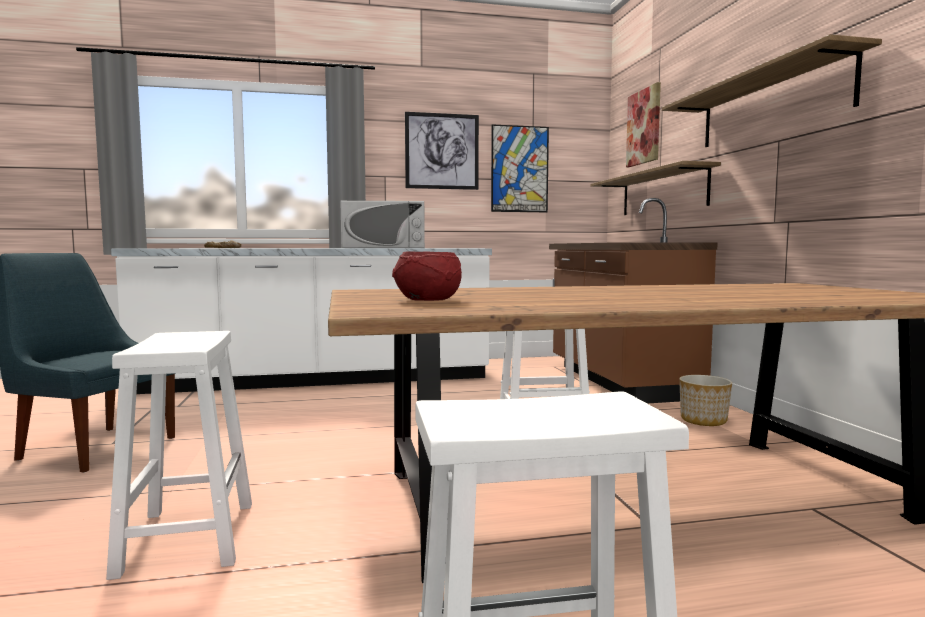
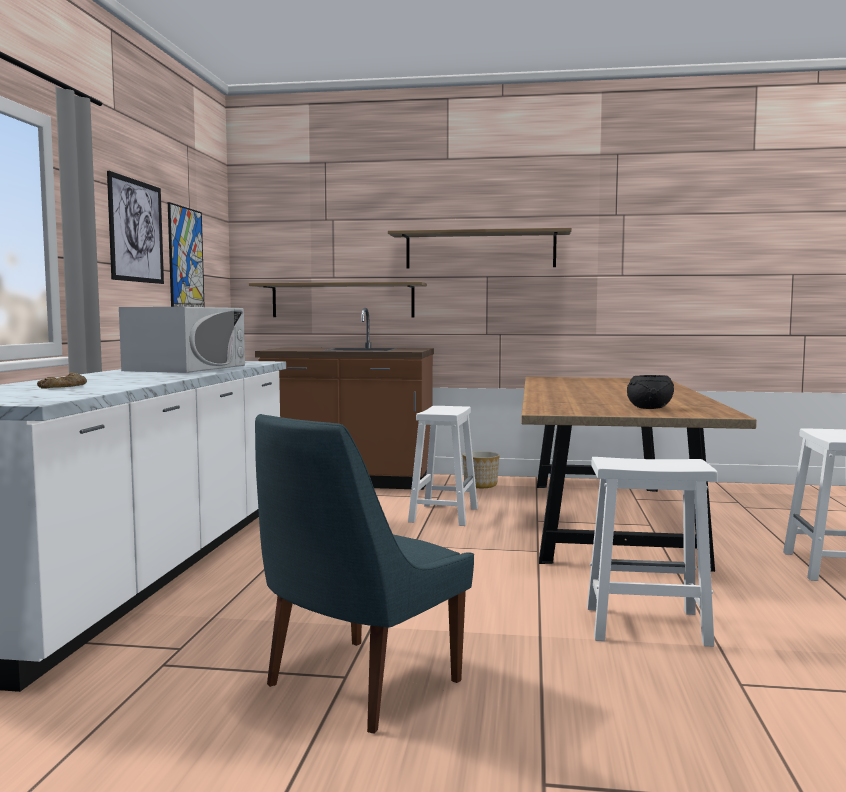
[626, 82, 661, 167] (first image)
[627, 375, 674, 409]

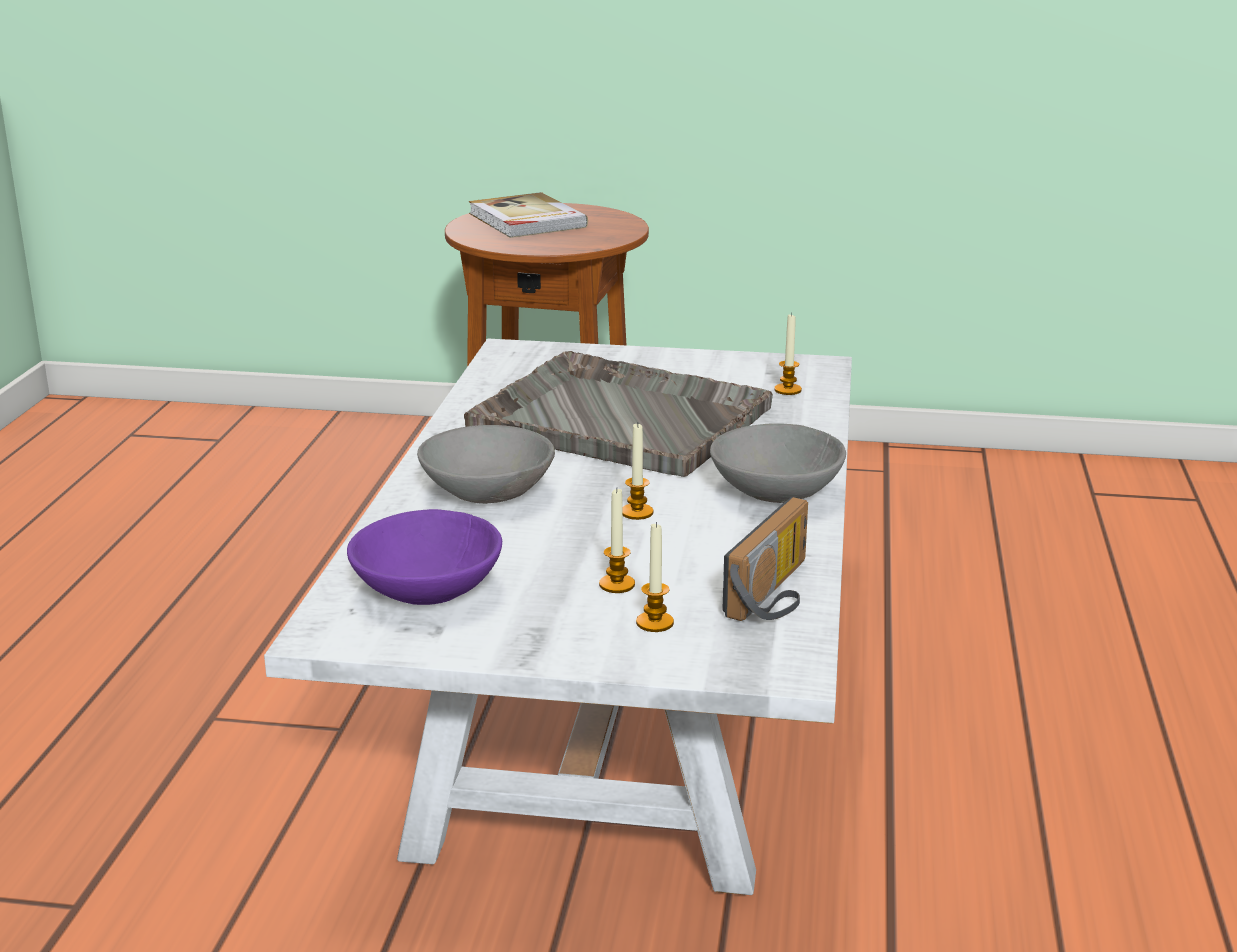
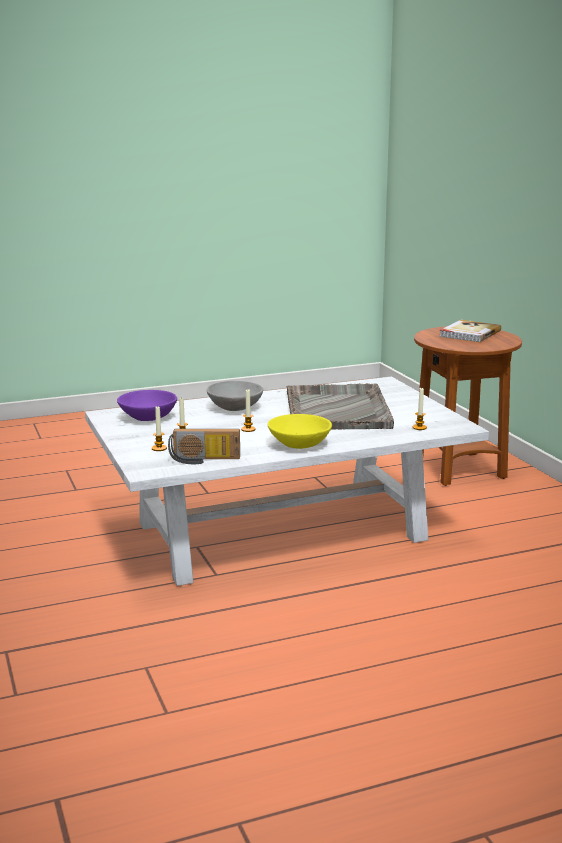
[268, 414, 332, 449]

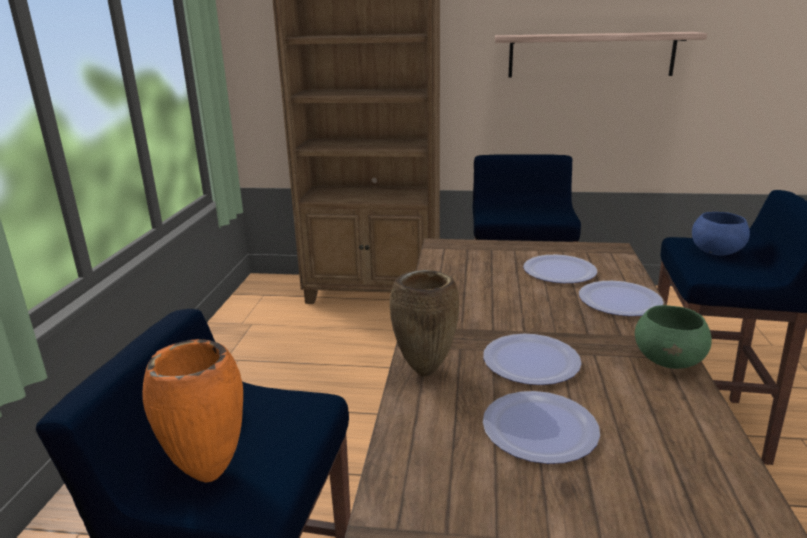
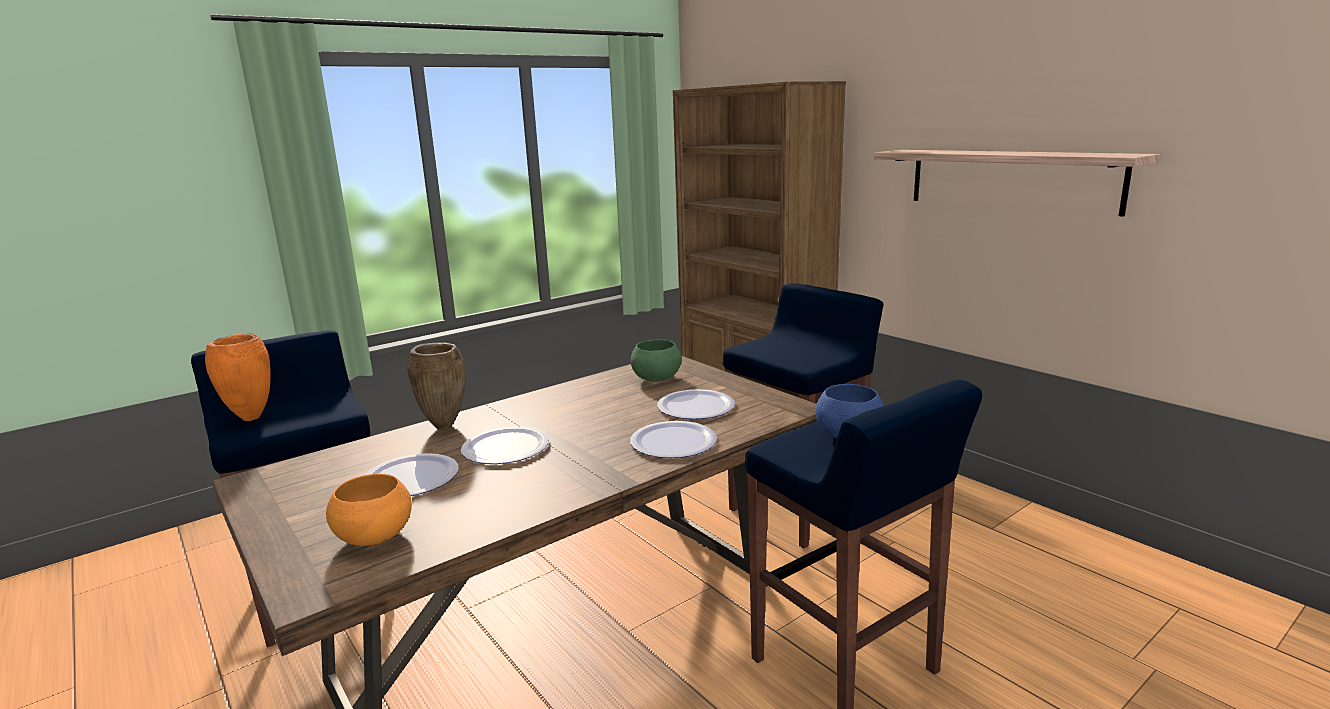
[326, 474, 412, 546]
[631, 339, 682, 382]

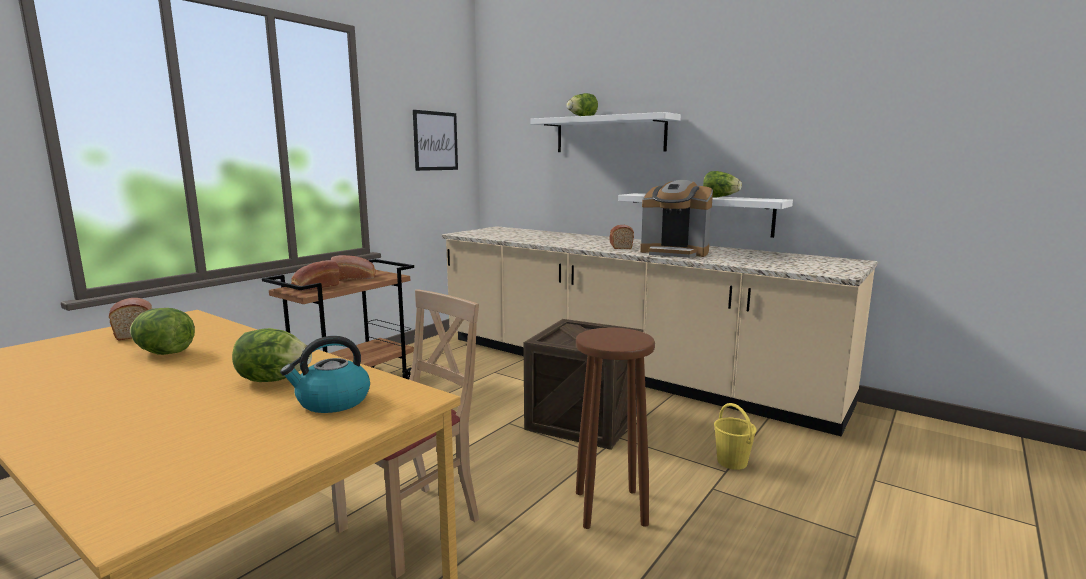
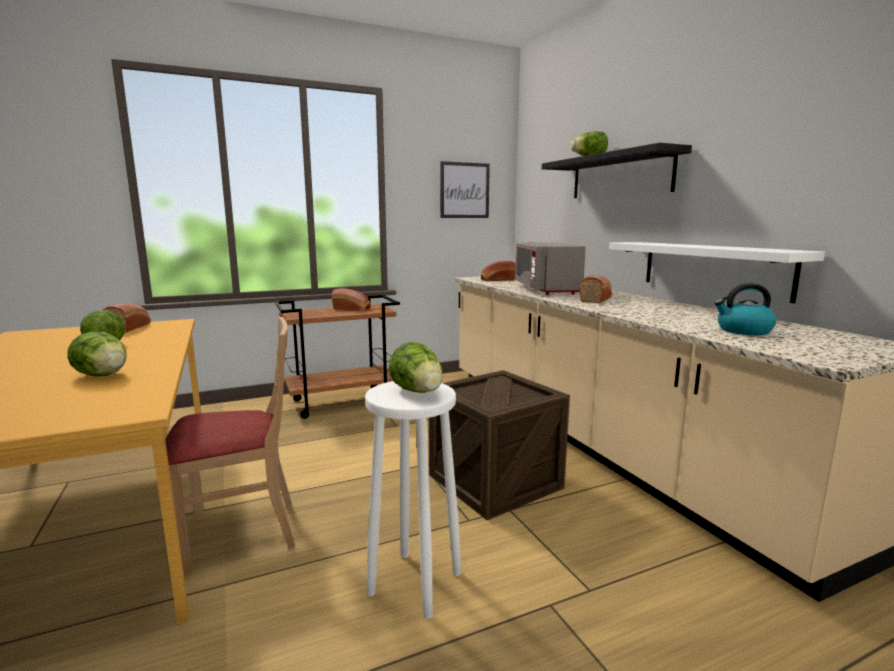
[640, 180, 713, 258] (first image)
[714, 403, 757, 470] (first image)
[515, 242, 586, 295]
[714, 283, 776, 335]
[481, 261, 515, 281]
[389, 342, 442, 393]
[542, 143, 692, 198]
[365, 381, 461, 619]

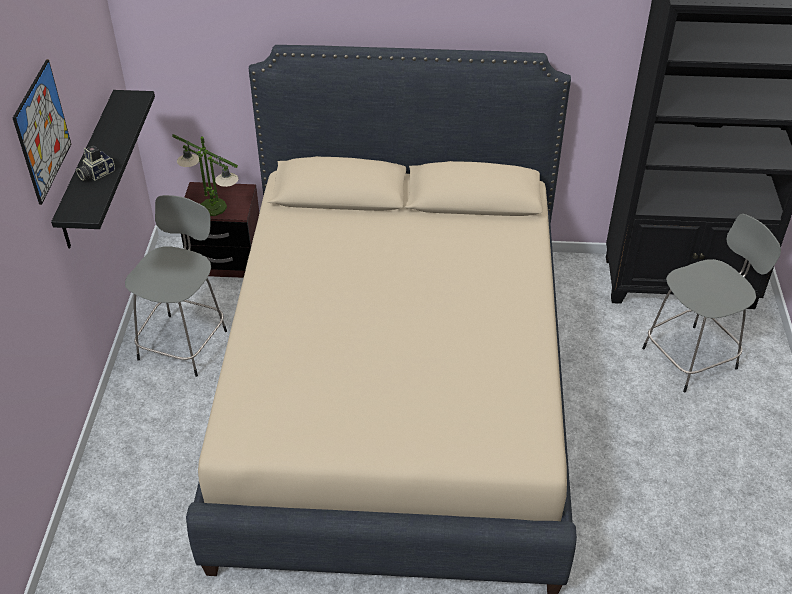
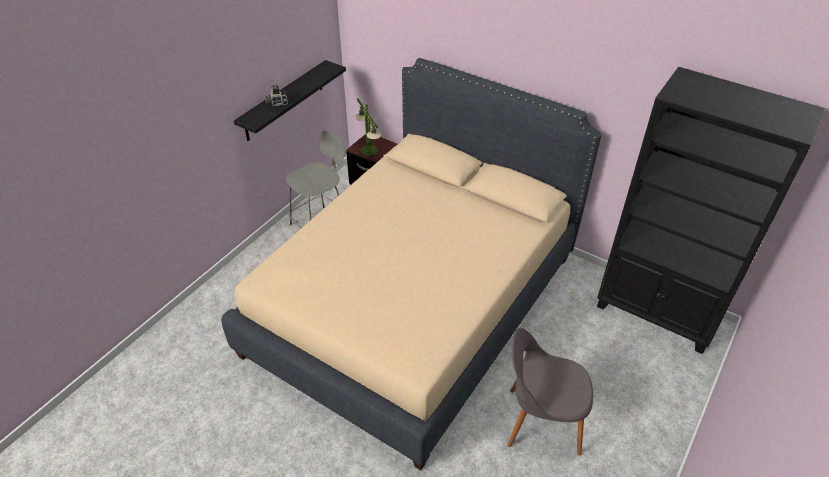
[13, 59, 71, 205] (first image)
[642, 214, 781, 393] (first image)
[507, 328, 593, 455]

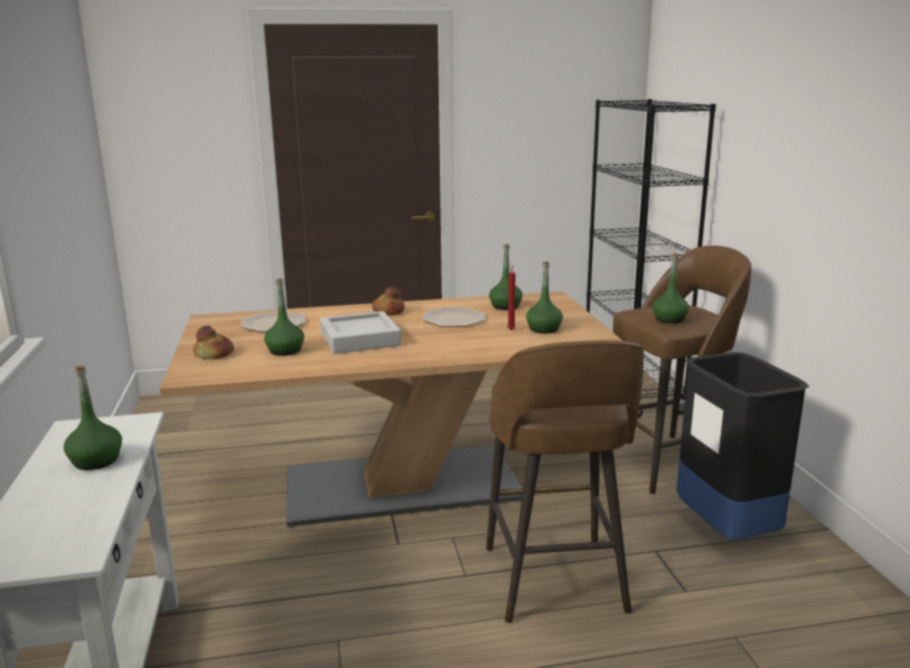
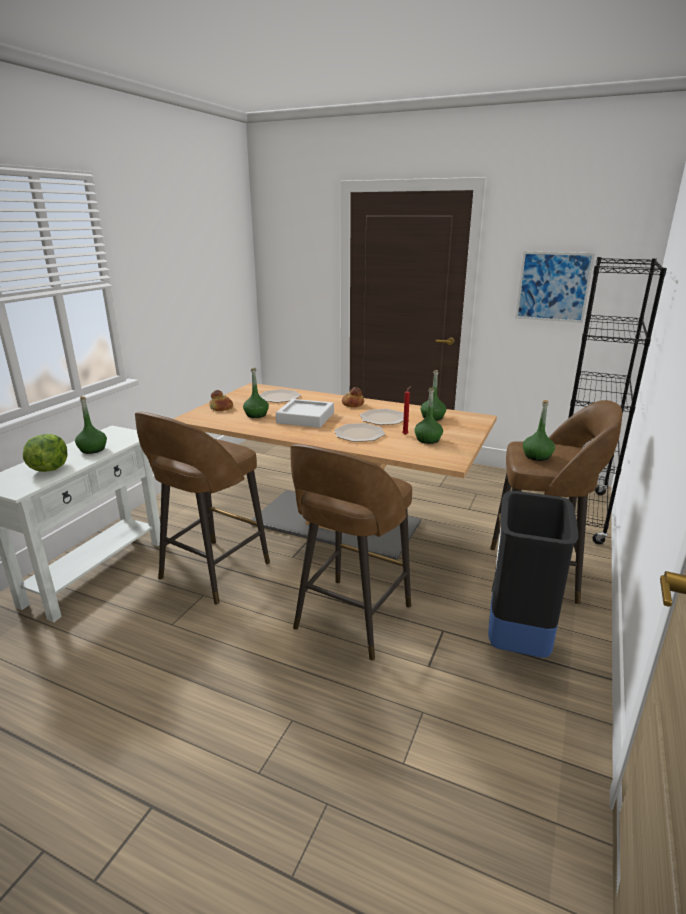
[23, 434, 67, 472]
[135, 412, 270, 605]
[334, 423, 385, 442]
[515, 251, 595, 323]

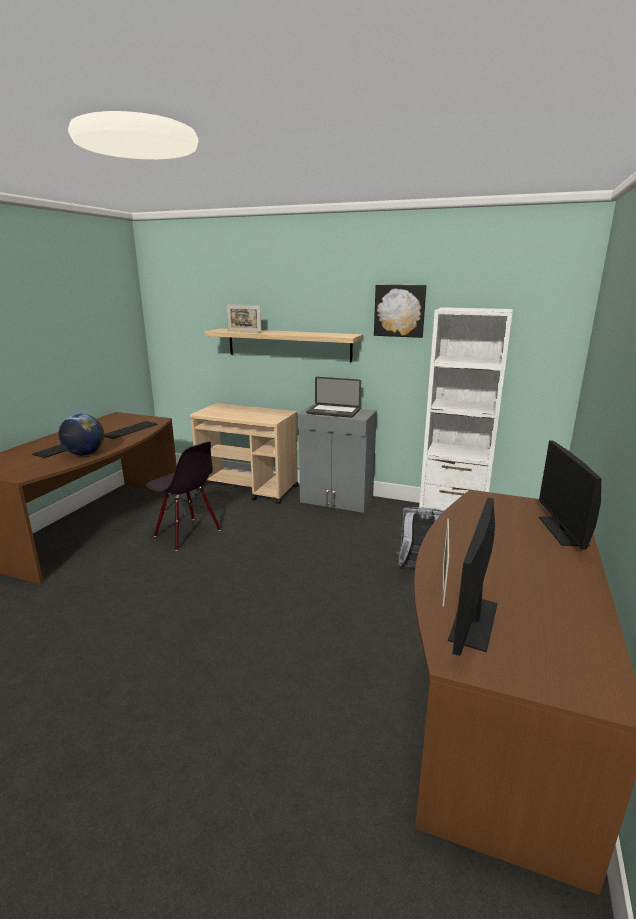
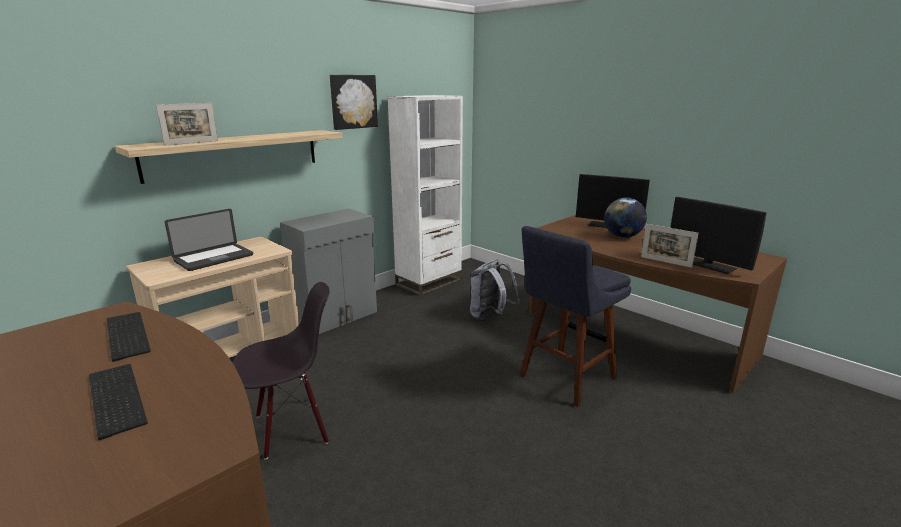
[520, 226, 631, 407]
[604, 197, 647, 238]
[165, 209, 253, 271]

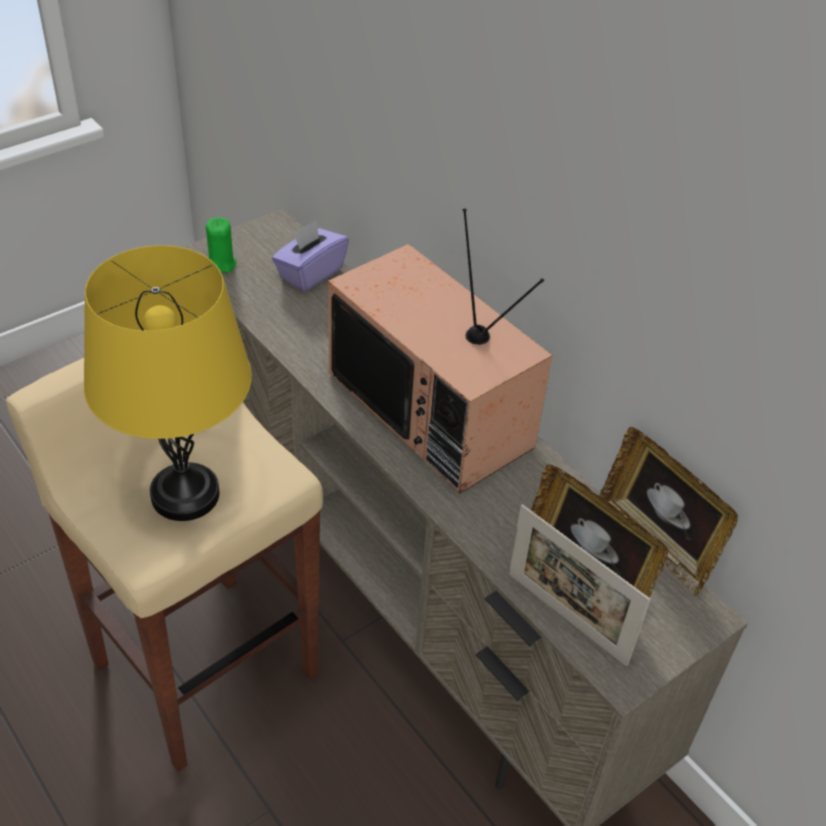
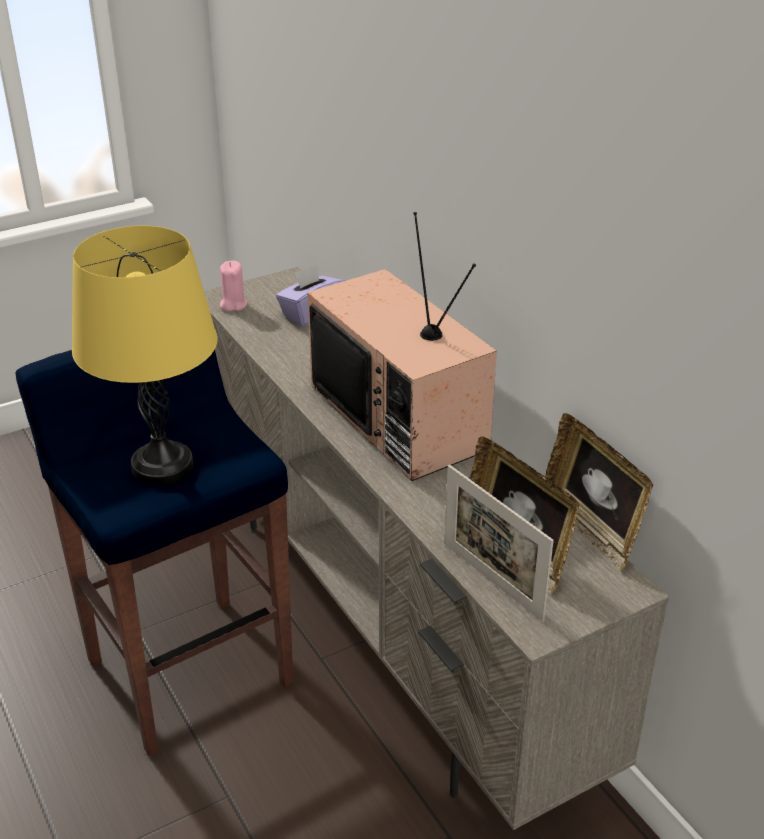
[15, 350, 293, 756]
[220, 261, 247, 311]

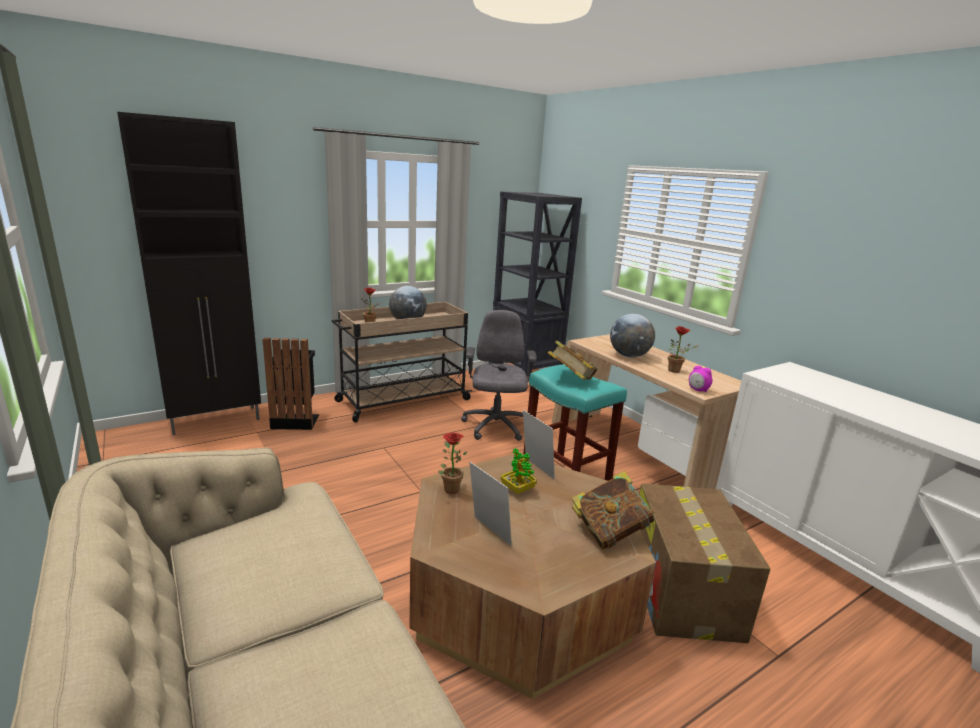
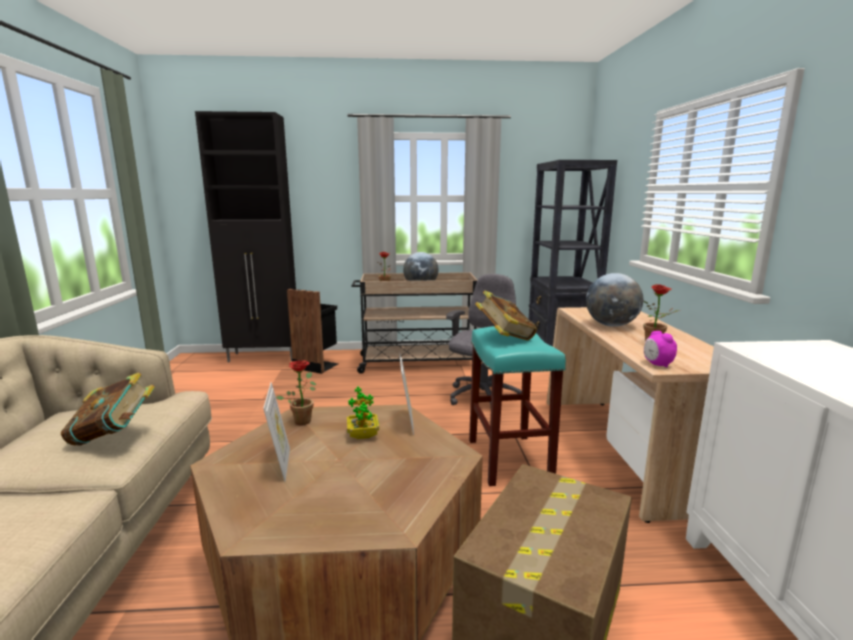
[61, 372, 155, 446]

